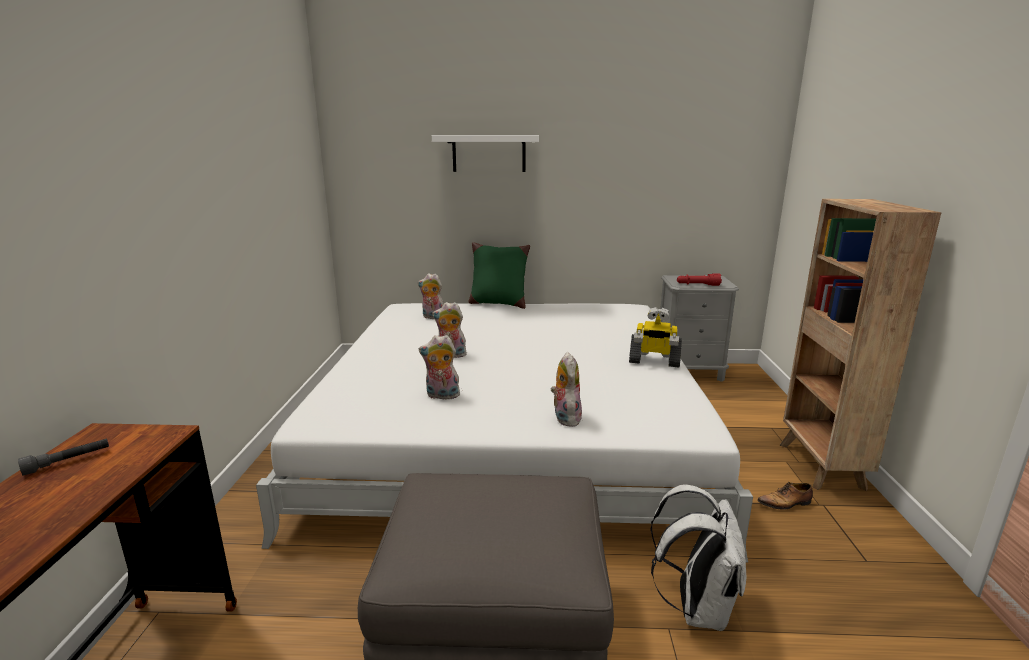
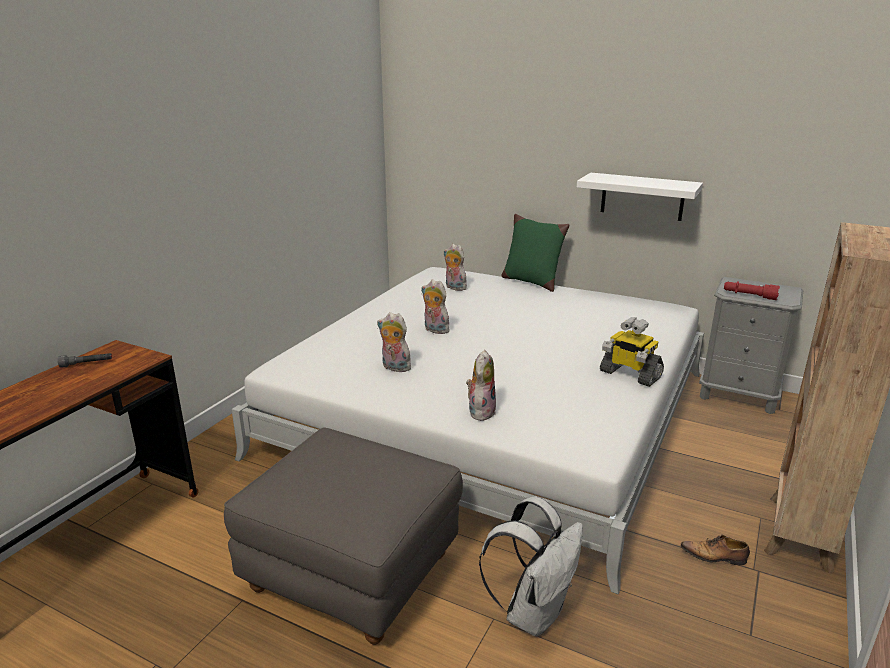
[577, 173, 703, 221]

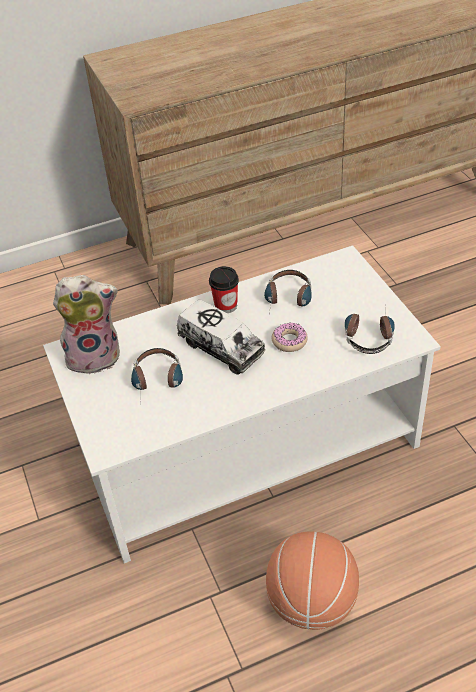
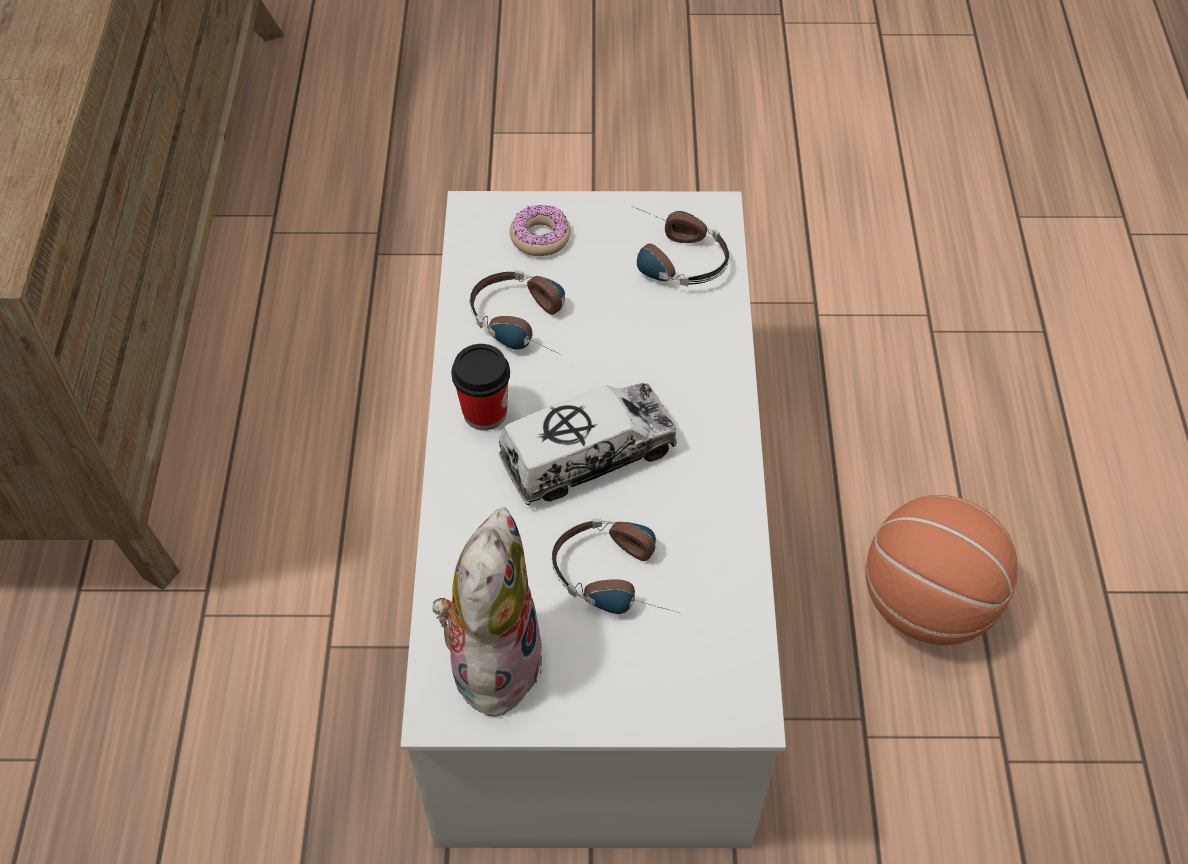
[510, 205, 571, 256]

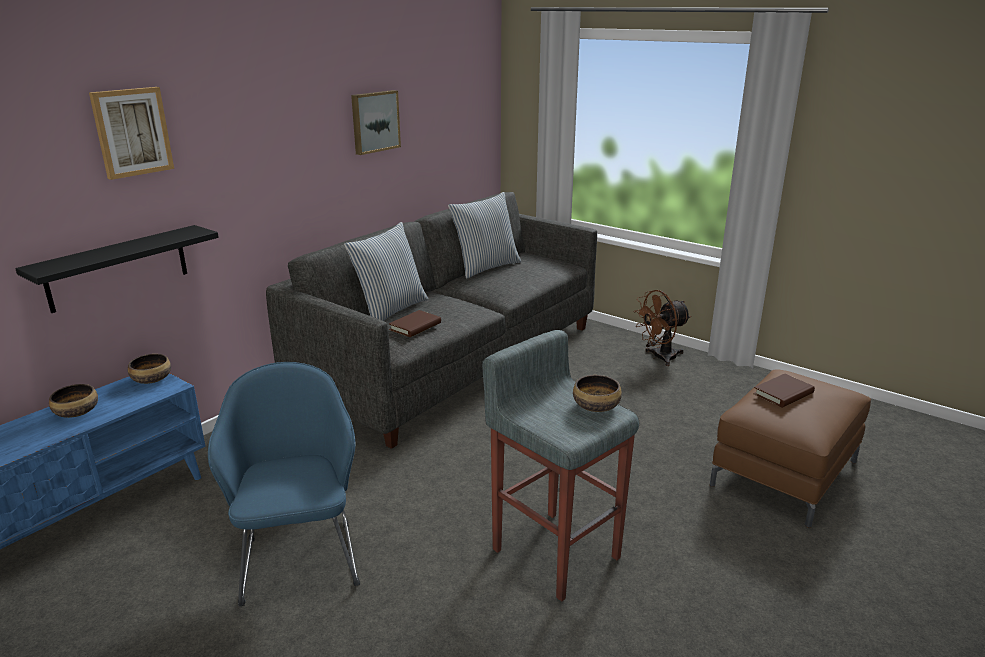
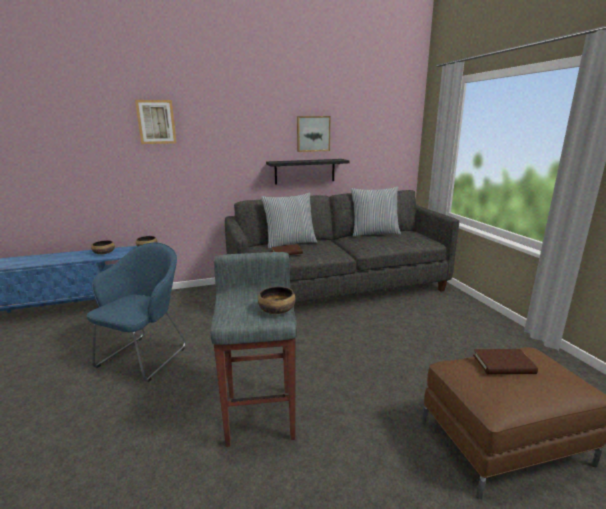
[633, 290, 691, 366] (first image)
[266, 159, 350, 184]

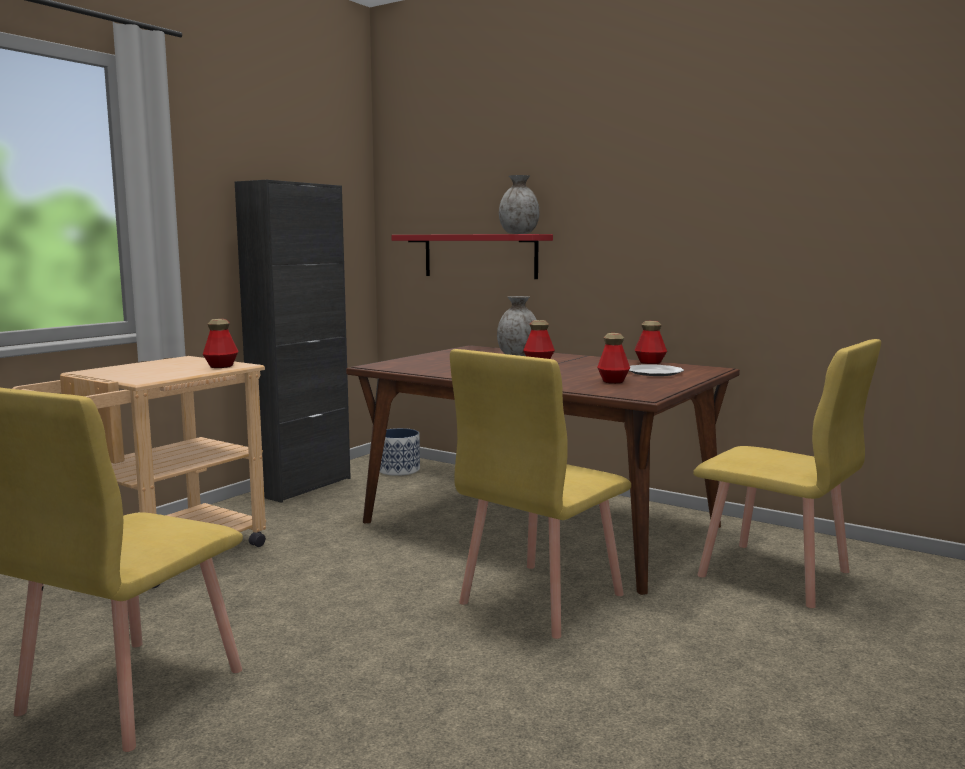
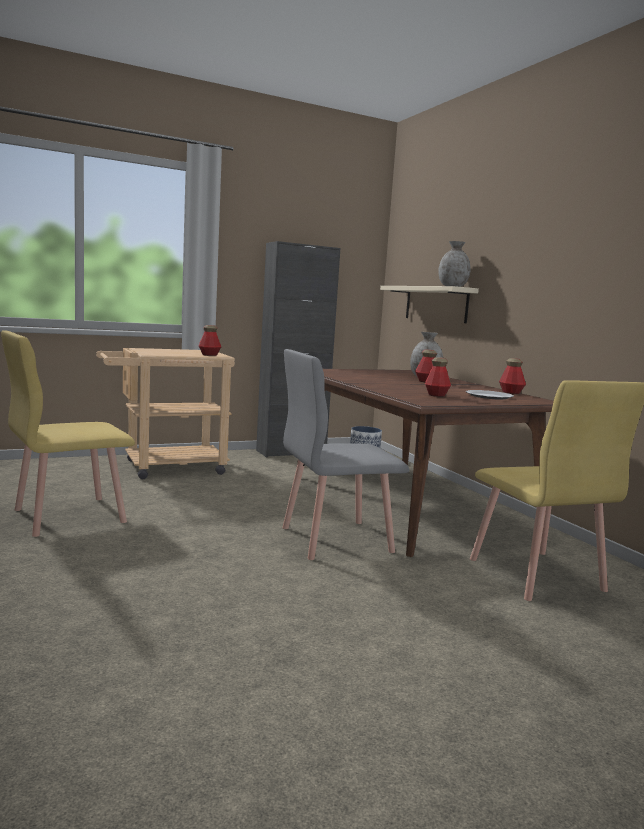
[380, 286, 479, 323]
[282, 349, 410, 560]

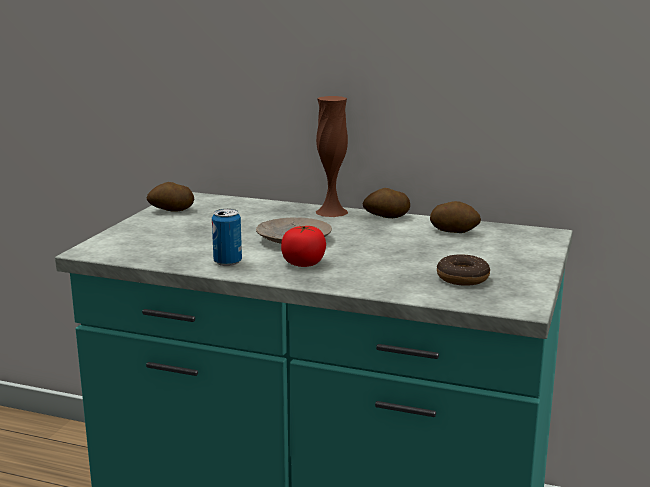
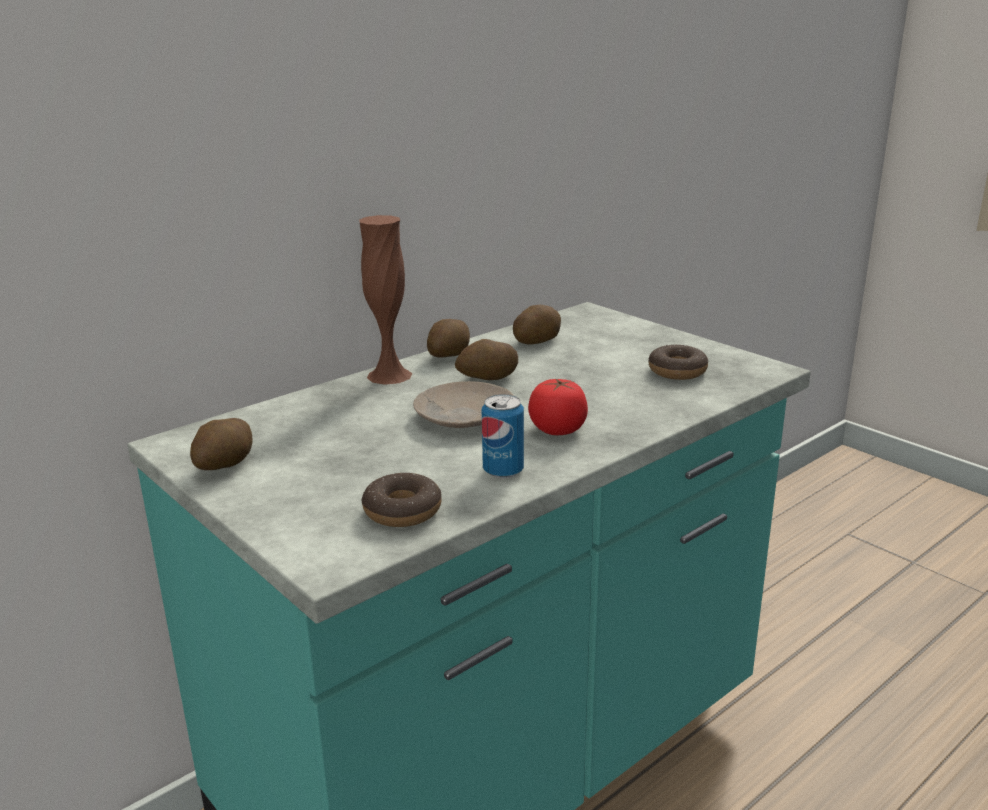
[362, 473, 442, 527]
[455, 339, 518, 380]

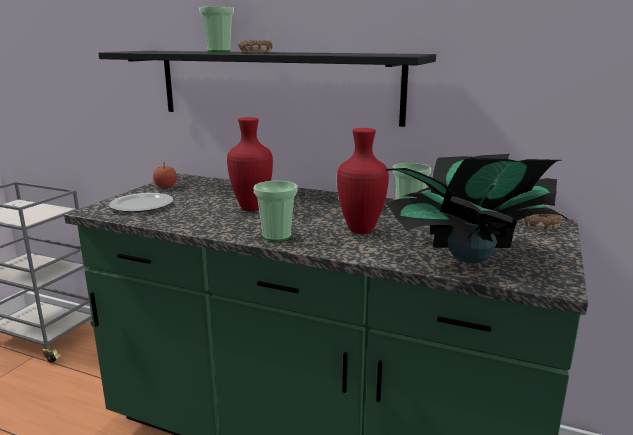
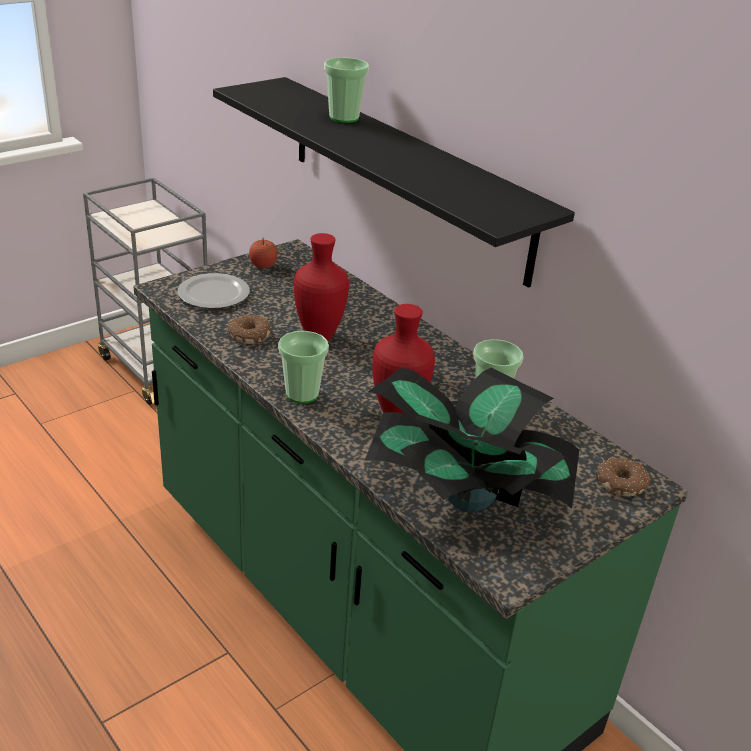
[228, 314, 271, 344]

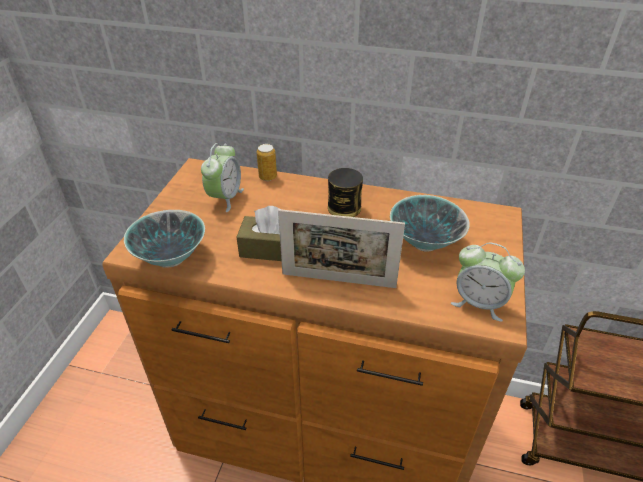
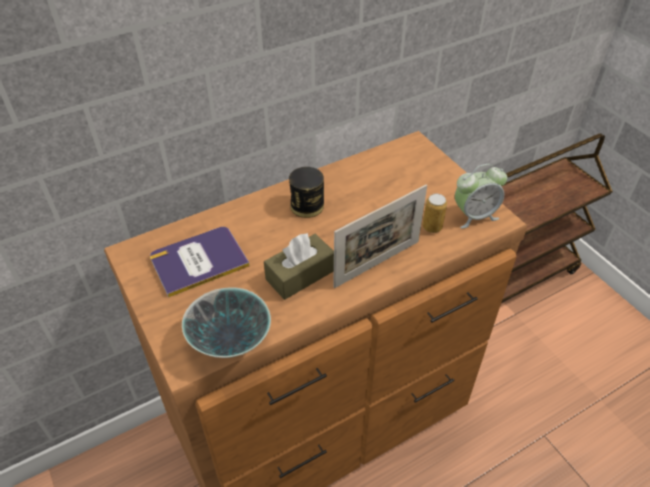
[390, 195, 470, 252] (first image)
[422, 194, 447, 233]
[150, 227, 250, 298]

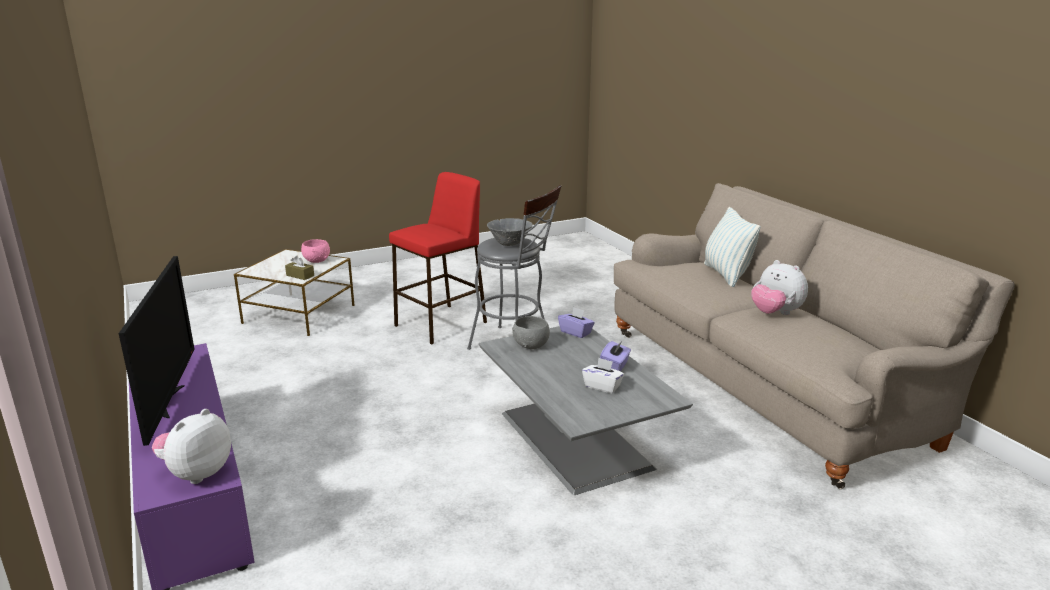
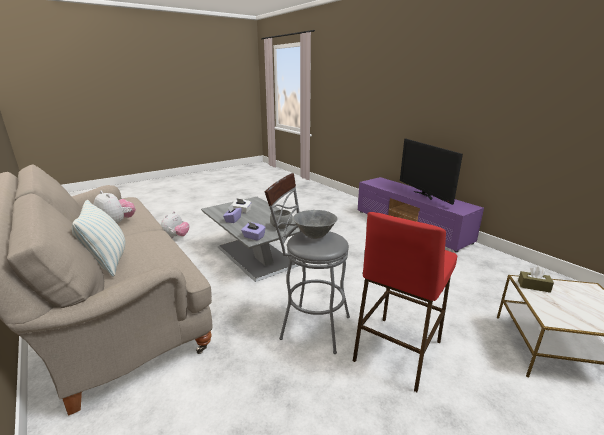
[301, 239, 330, 263] (first image)
[161, 211, 190, 238]

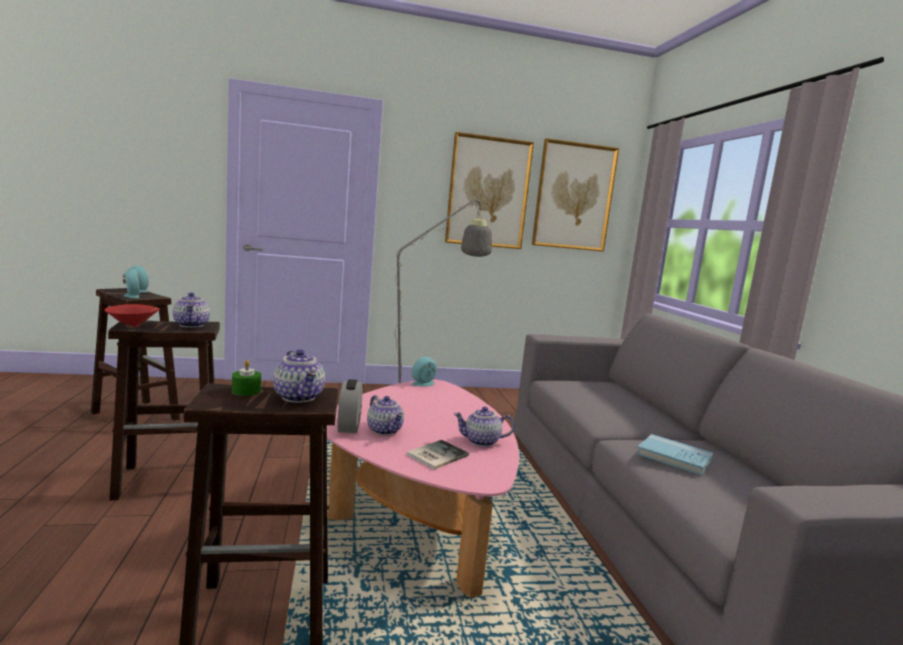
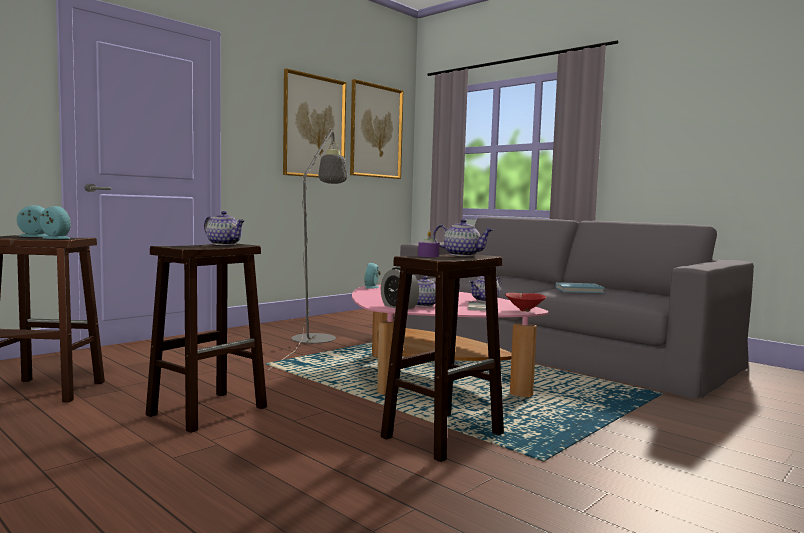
[505, 293, 546, 312]
[418, 231, 439, 257]

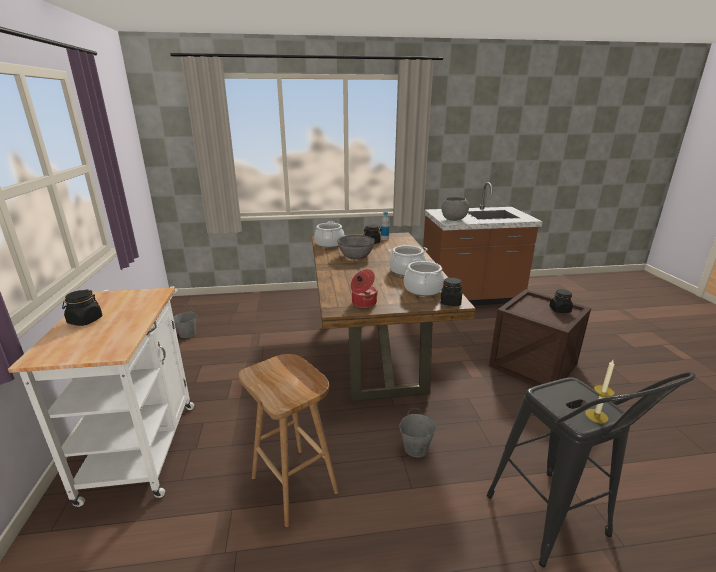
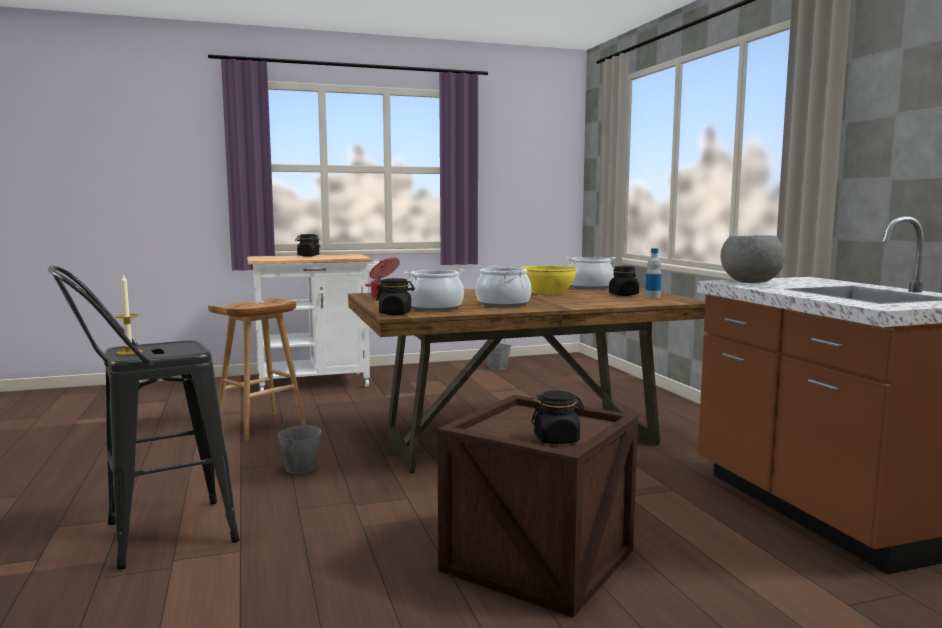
[521, 265, 577, 295]

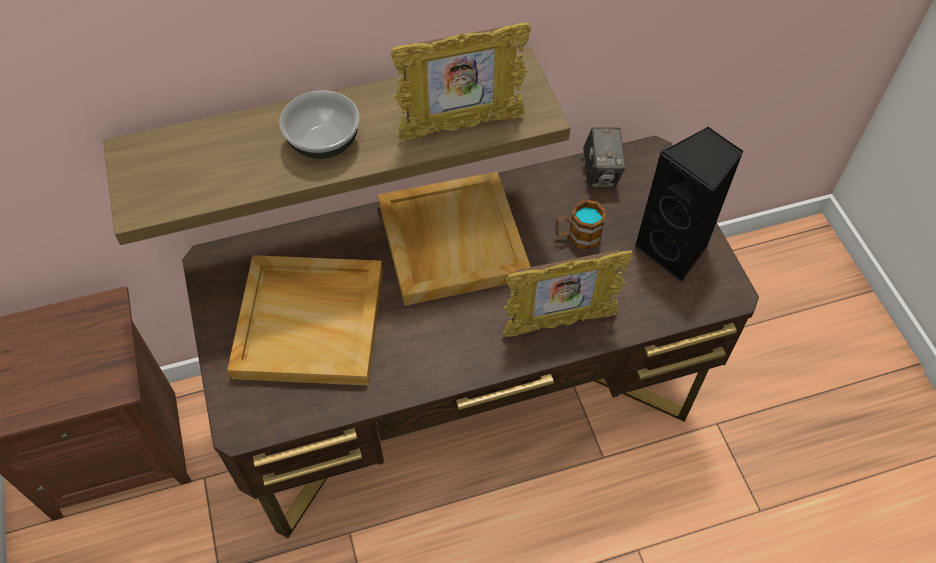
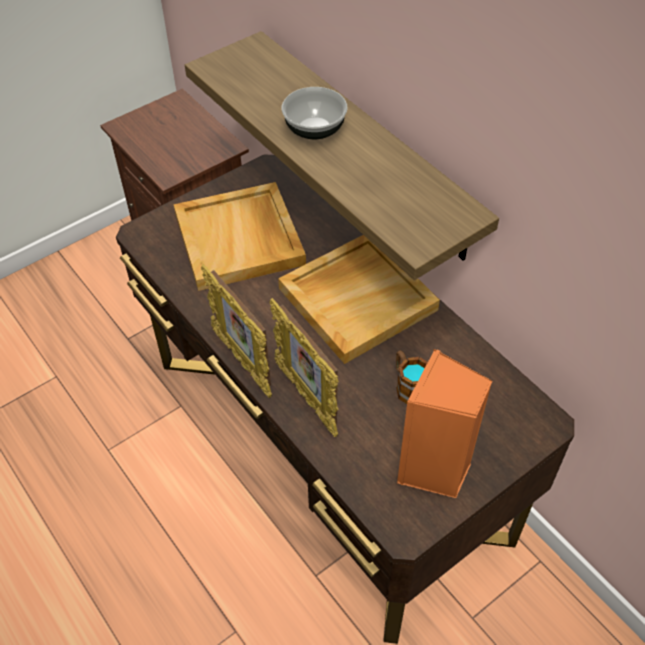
[583, 127, 625, 188] (first image)
[201, 264, 272, 398]
[397, 349, 492, 498]

